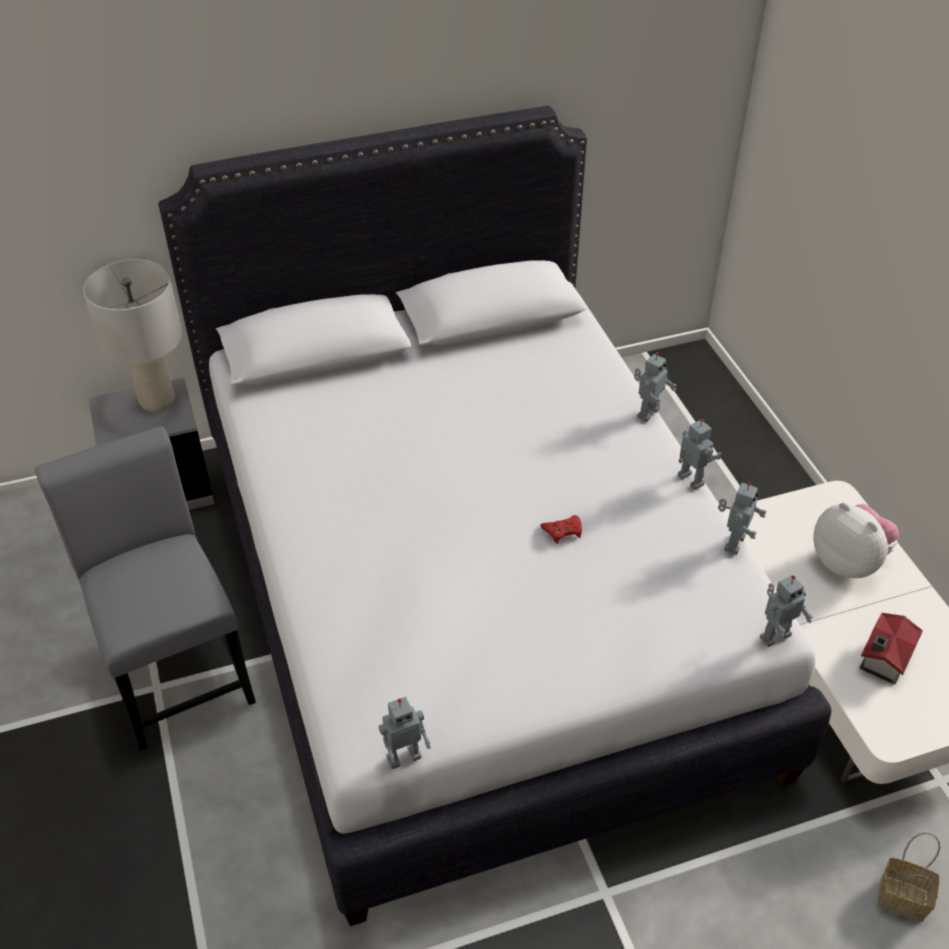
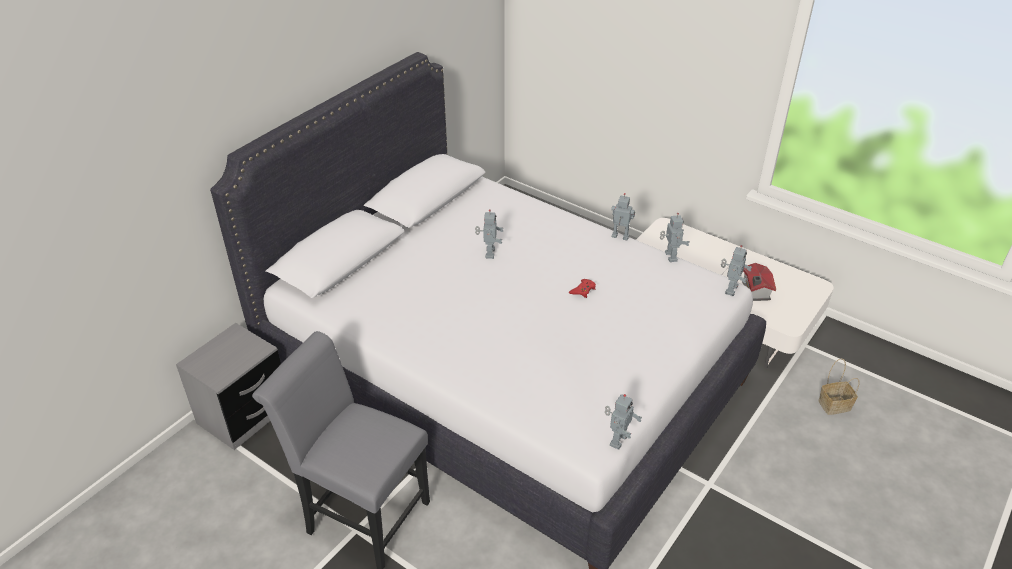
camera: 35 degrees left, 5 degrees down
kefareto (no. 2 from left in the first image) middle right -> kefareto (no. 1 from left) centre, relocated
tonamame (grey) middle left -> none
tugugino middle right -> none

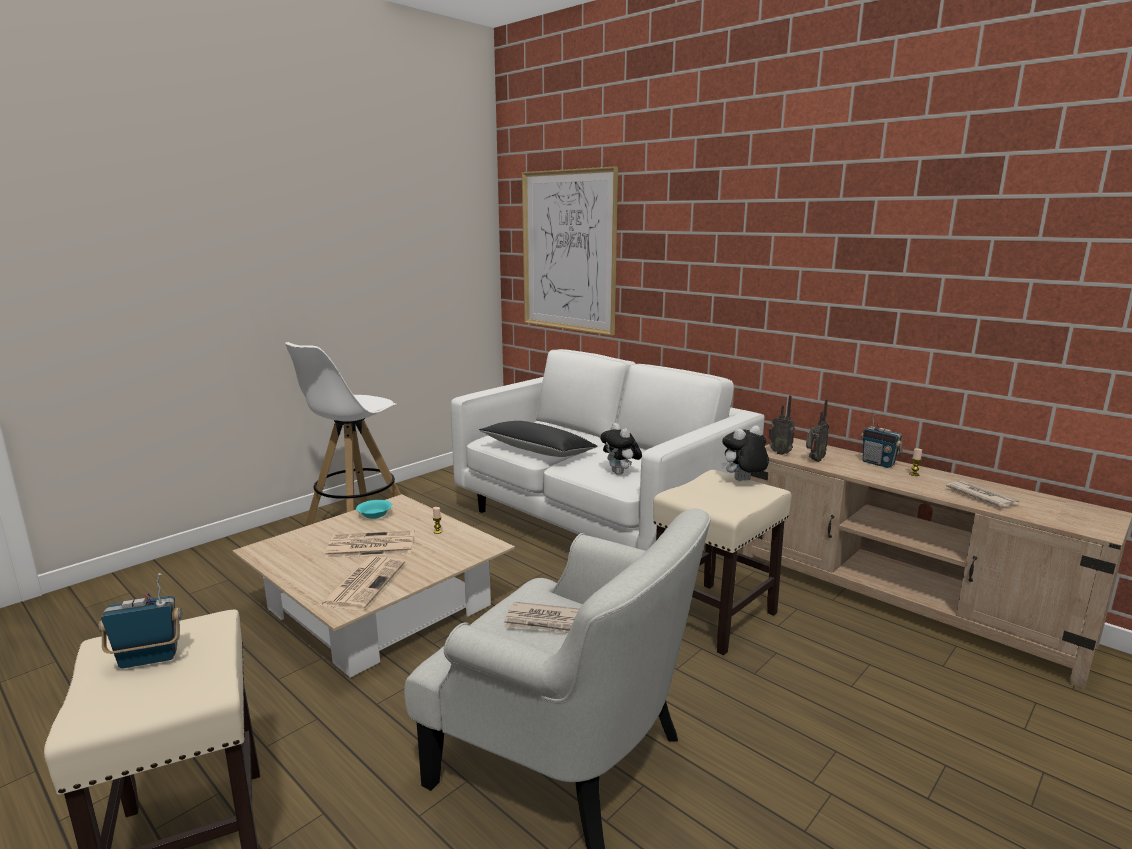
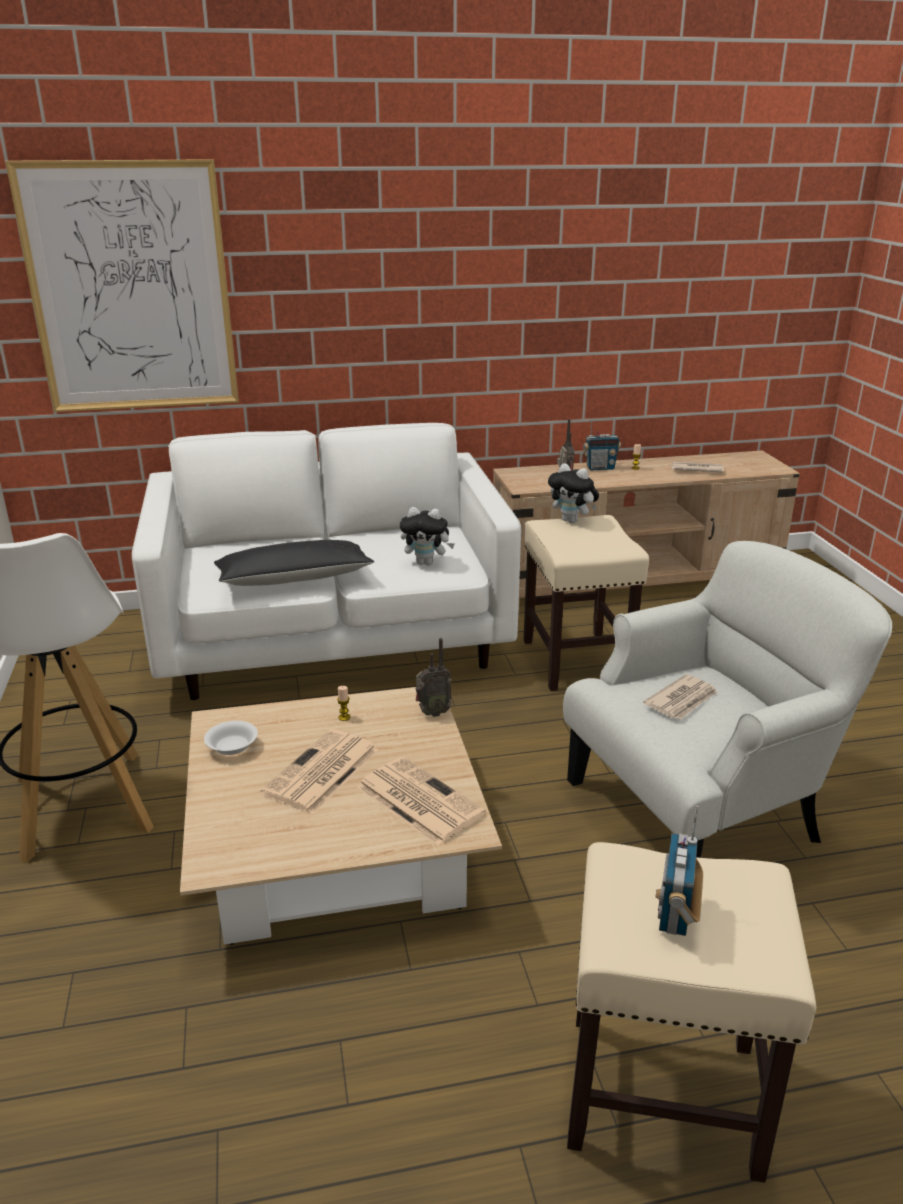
camera: 55 degrees left, 10 degrees up
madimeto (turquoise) middle left -> madimeto (white) middle left
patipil (no. 2 from left in the first image) middle right -> patipil (no. 1 from left) centre, relocated
tugugino (no. 2 from left) centre, 60 degrees counterclockwise

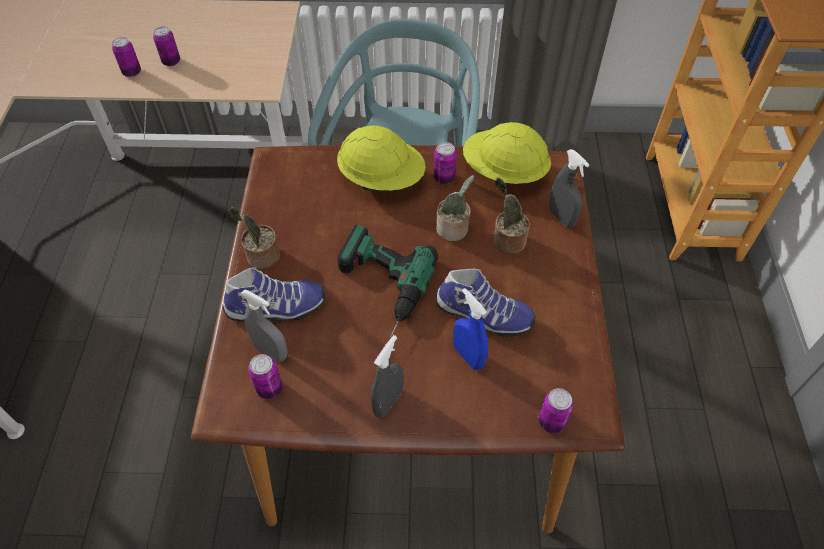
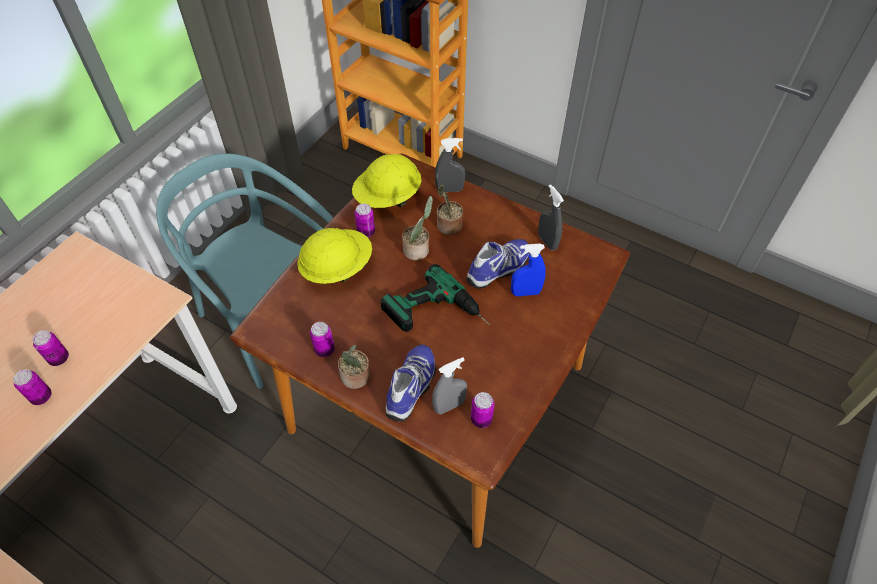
camera: 60 degrees left, 0 degrees up
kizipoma (no. 5 from left in the first image) bottom right -> kizipoma (no. 3 from left) centre, relocated
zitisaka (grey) (no. 2 from left in the first image) bottom centre -> zitisaka (grey) (no. 3 from left) centre, relocated

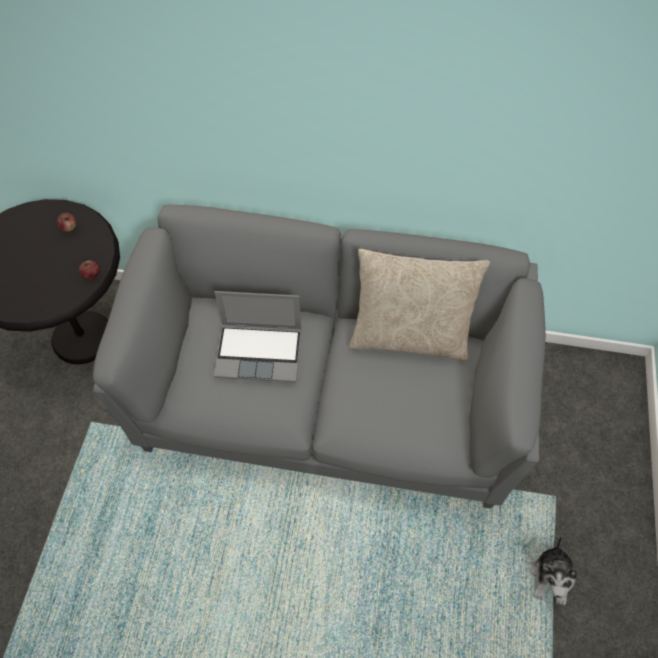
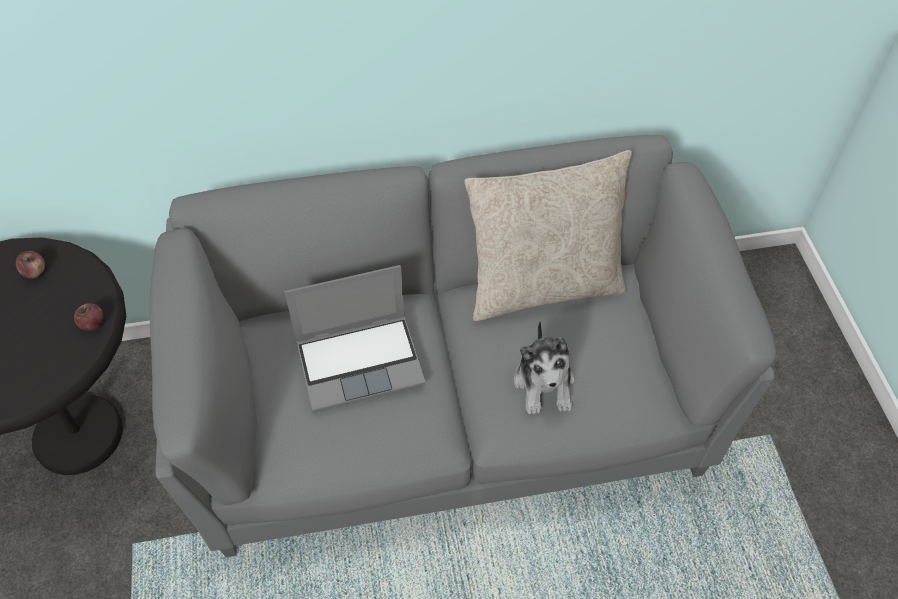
camera: 20 degrees left, 5 degrees down
tugugino bottom right -> tugugino centre, relocated

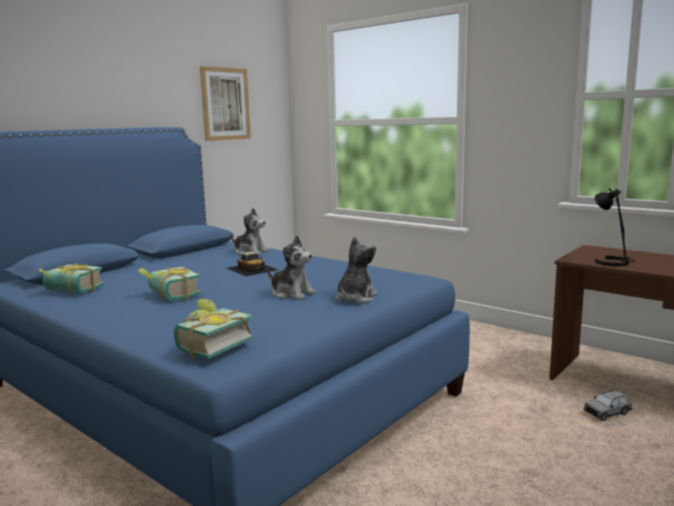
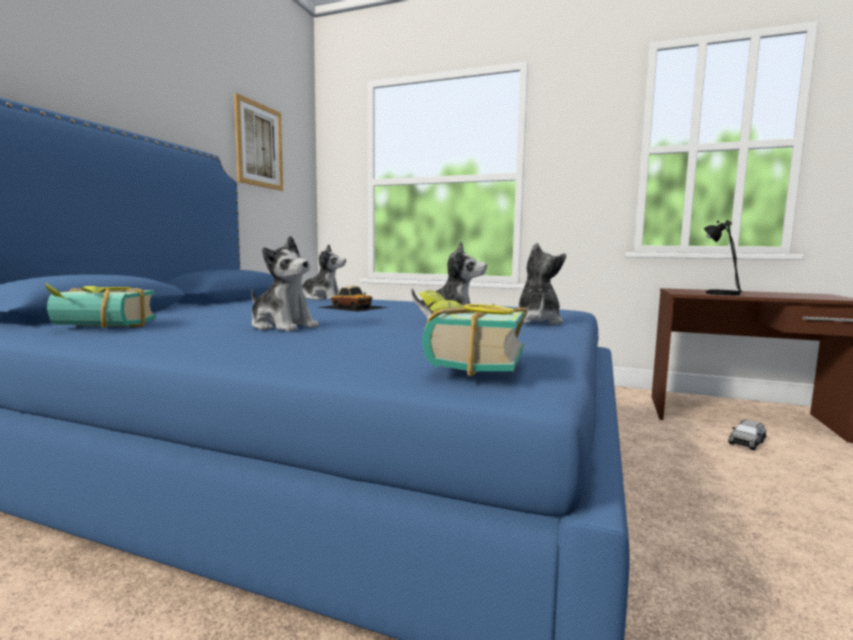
camera: 20 degrees left, 5 degrees down
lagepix (no. 2 from left) middle left -> tugugino (no. 1 from left) centre

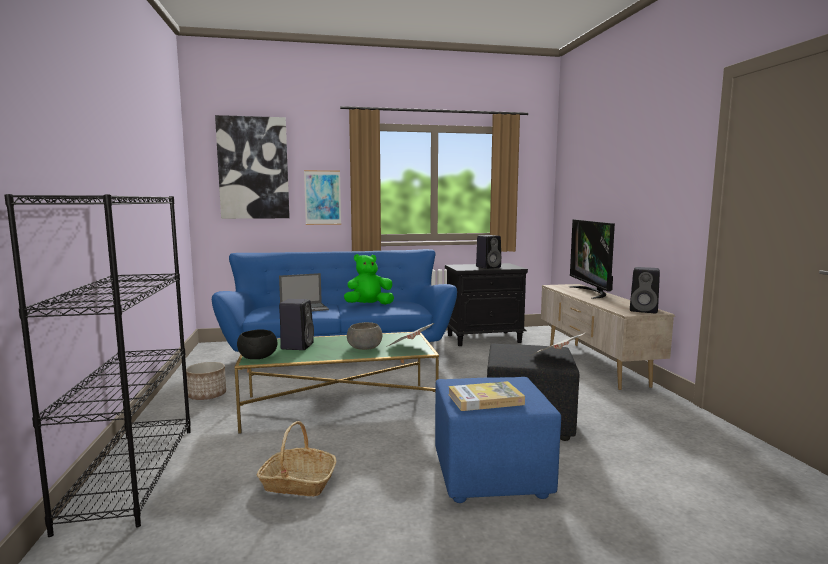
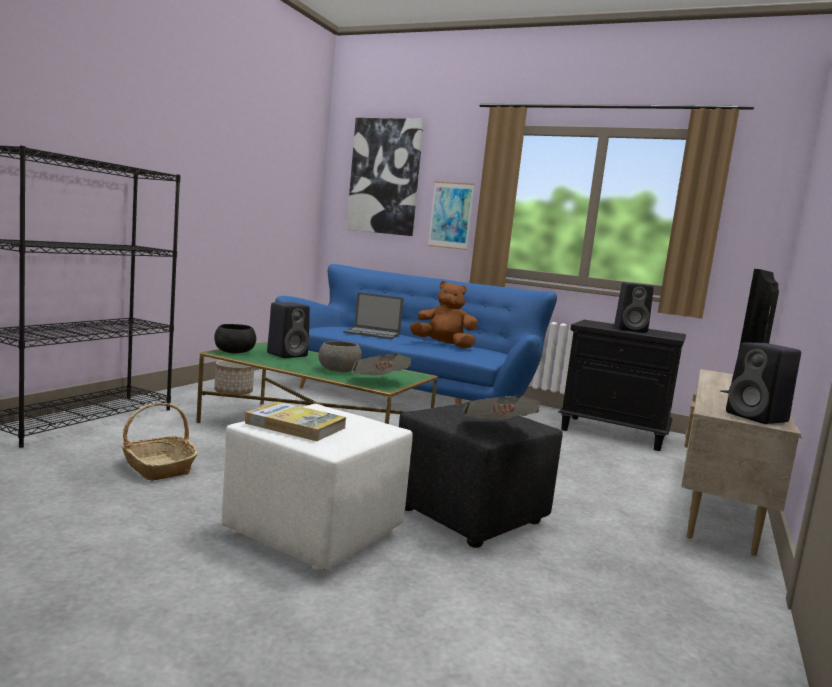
camera: 35 degrees right, 0 degrees up
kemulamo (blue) bottom centre -> kemulamo (white) bottom centre
tugugino (green) centre -> tugugino (brown) centre

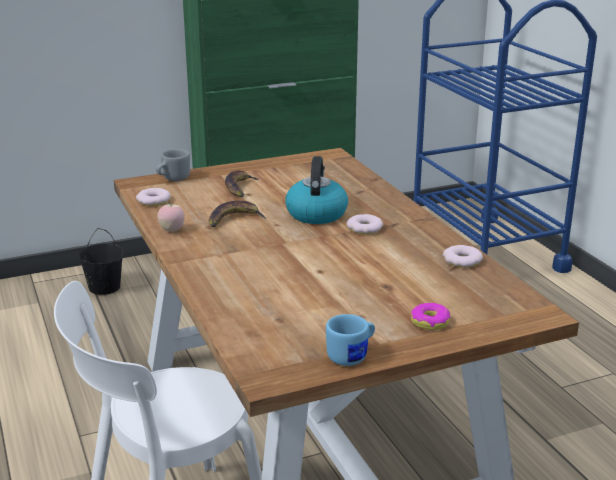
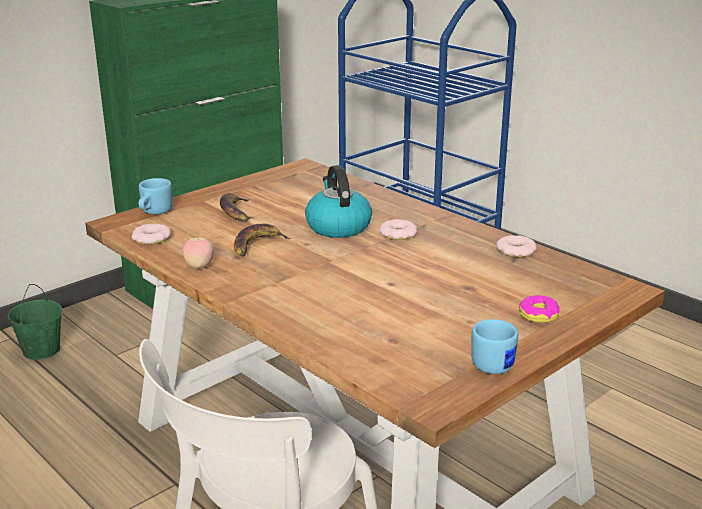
camera: 20 degrees left, 0 degrees up
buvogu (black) middle left -> buvogu (green) middle left
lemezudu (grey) middle left -> lemezudu (blue) (no. 1 from left) middle left

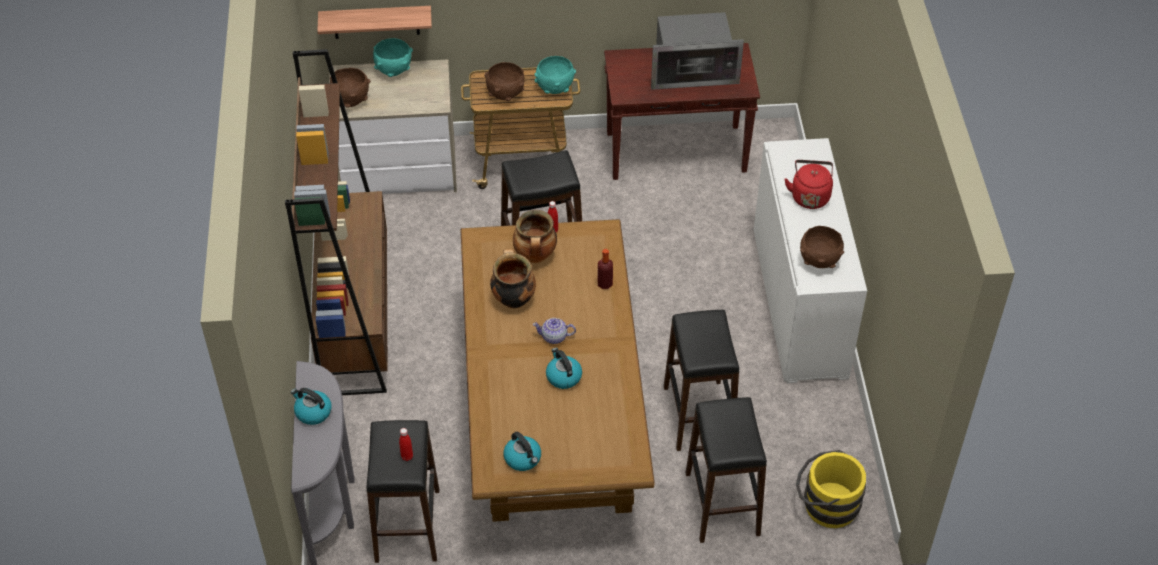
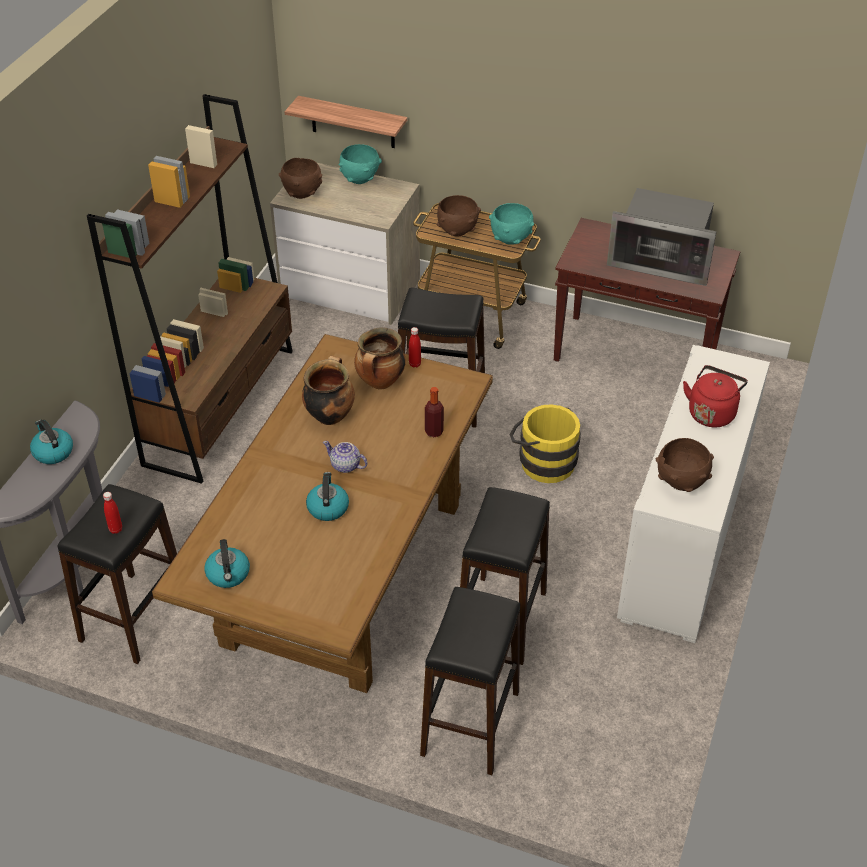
camera: 25 degrees right, 5 degrees down
buvogu (yellow) bottom right -> buvogu (yellow) centre, relocated

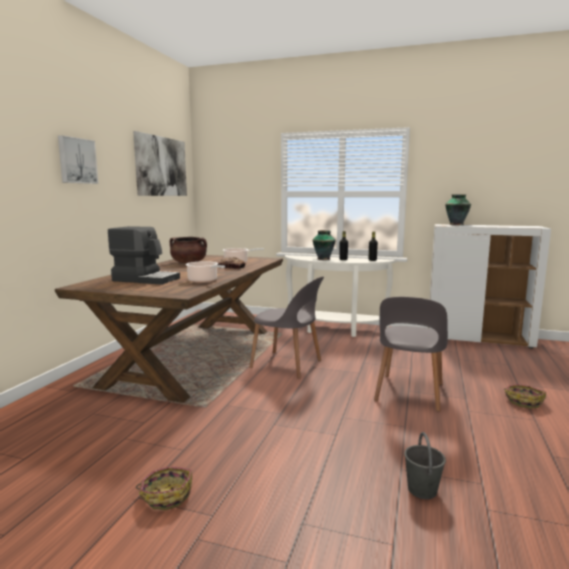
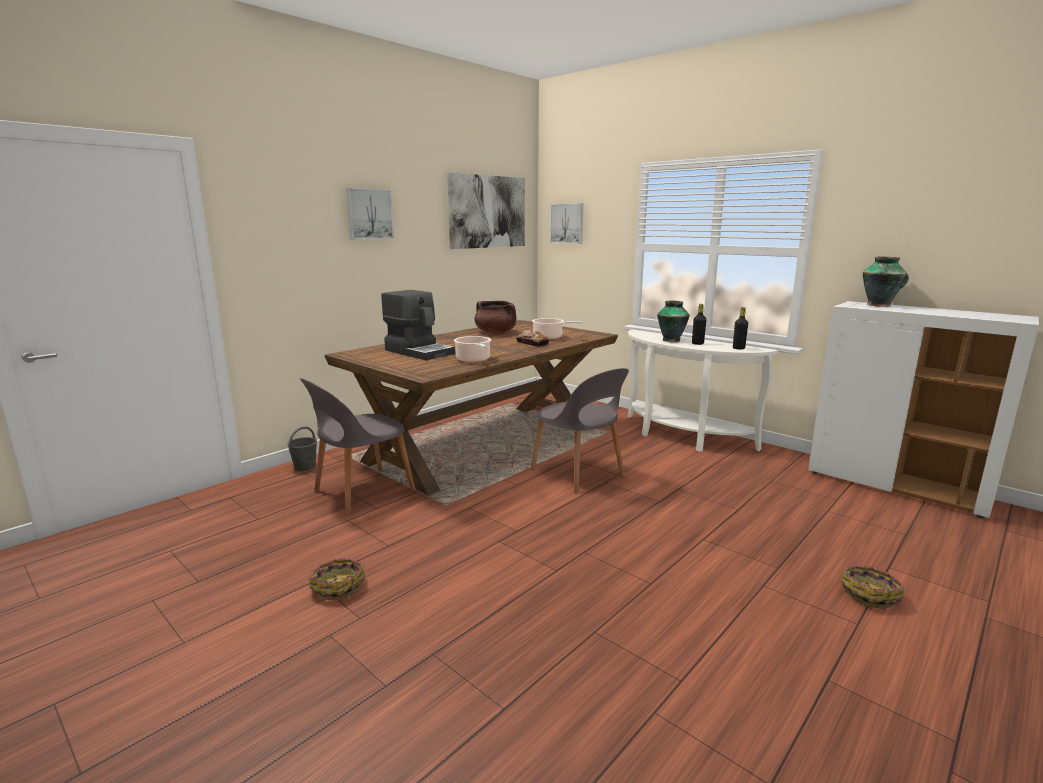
camera: 25 degrees right, 5 degrees up
buvogu (grey) bottom right -> buvogu (grey) middle left, relocated
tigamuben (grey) (no. 2 from left in the first image) middle right -> tigamuben (grey) (no. 1 from left) centre, relocated
none -> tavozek (no. 3 from left) top centre

